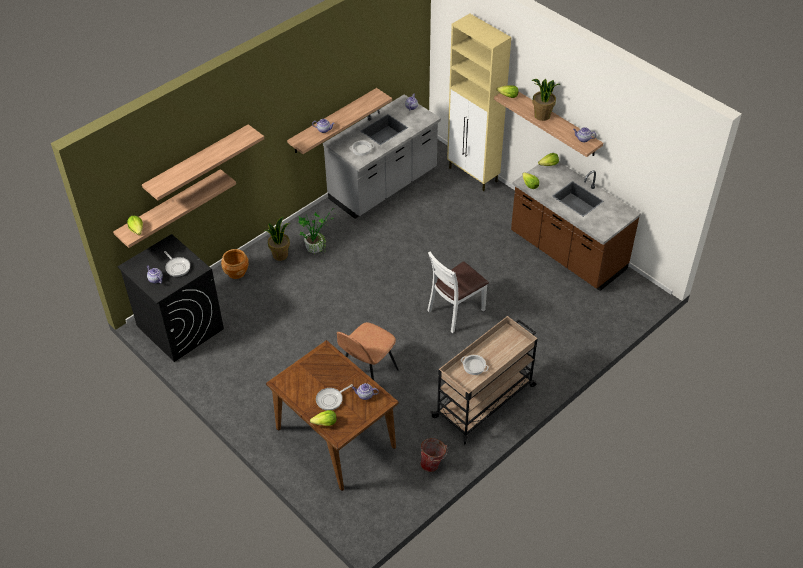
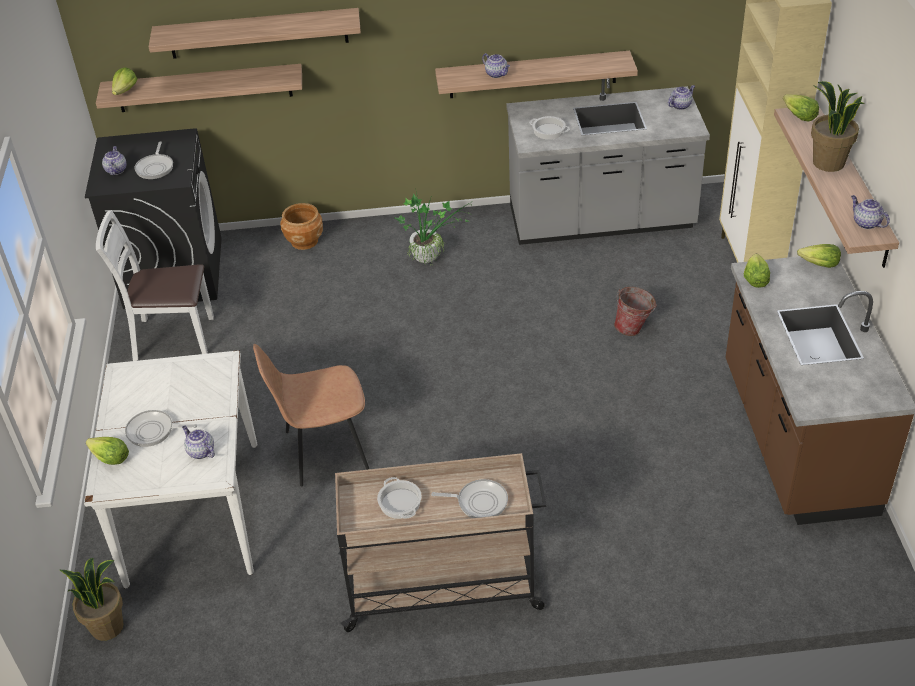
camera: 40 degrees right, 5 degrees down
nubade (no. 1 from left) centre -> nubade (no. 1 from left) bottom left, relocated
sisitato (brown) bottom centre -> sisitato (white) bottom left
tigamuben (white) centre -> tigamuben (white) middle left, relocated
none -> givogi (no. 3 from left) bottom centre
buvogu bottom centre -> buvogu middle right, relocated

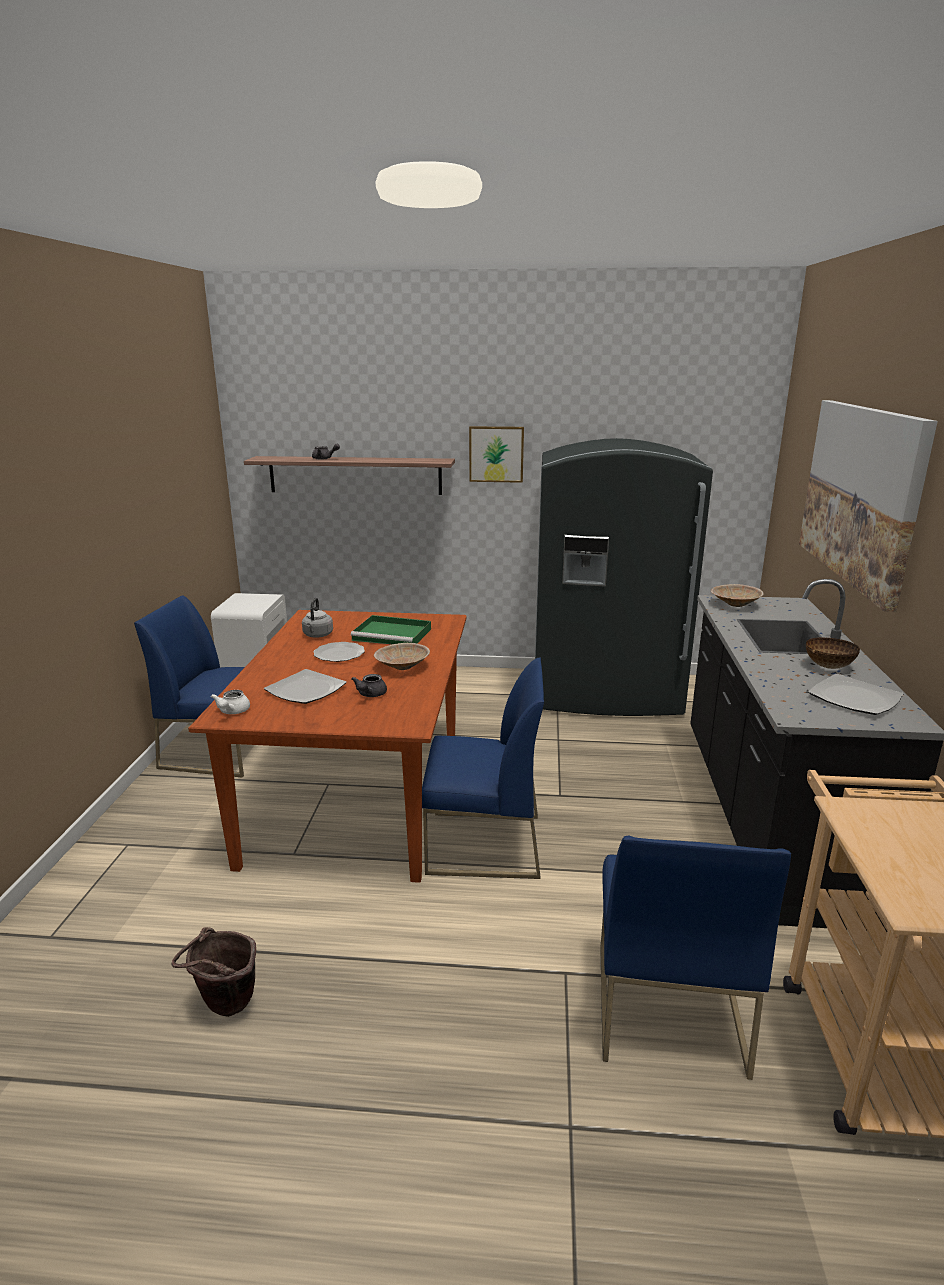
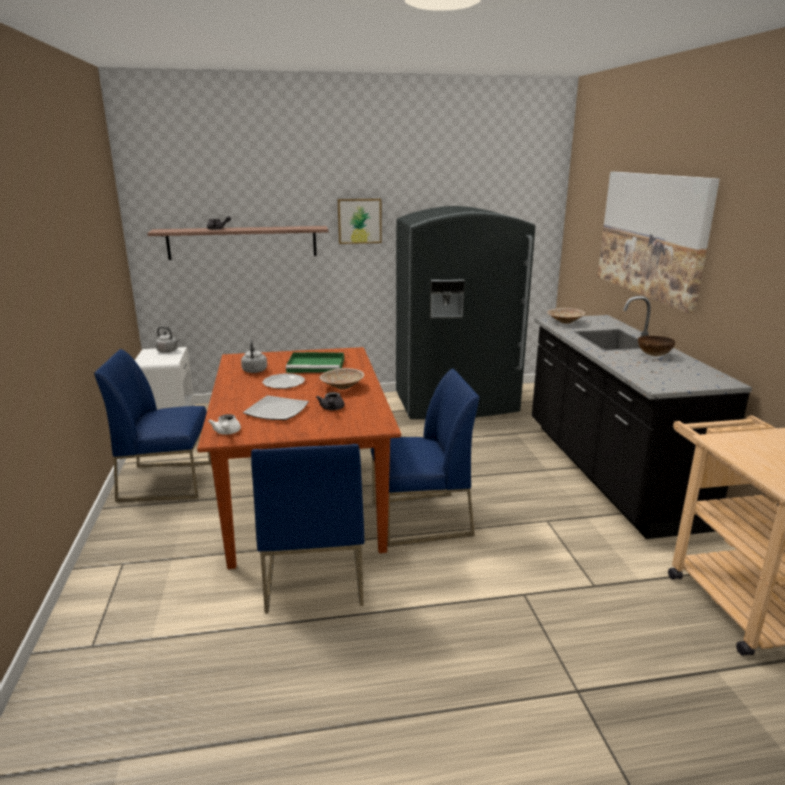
camera: 15 degrees left, 0 degrees up
none -> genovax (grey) (no. 1 from left) middle left
tigamuben (blue) (no. 3 from left in the first image) bottom right -> tigamuben (blue) (no. 2 from left) bottom centre, relocated
buvogu (brown) bottom left -> none
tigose (no. 3 from left) middle right -> none

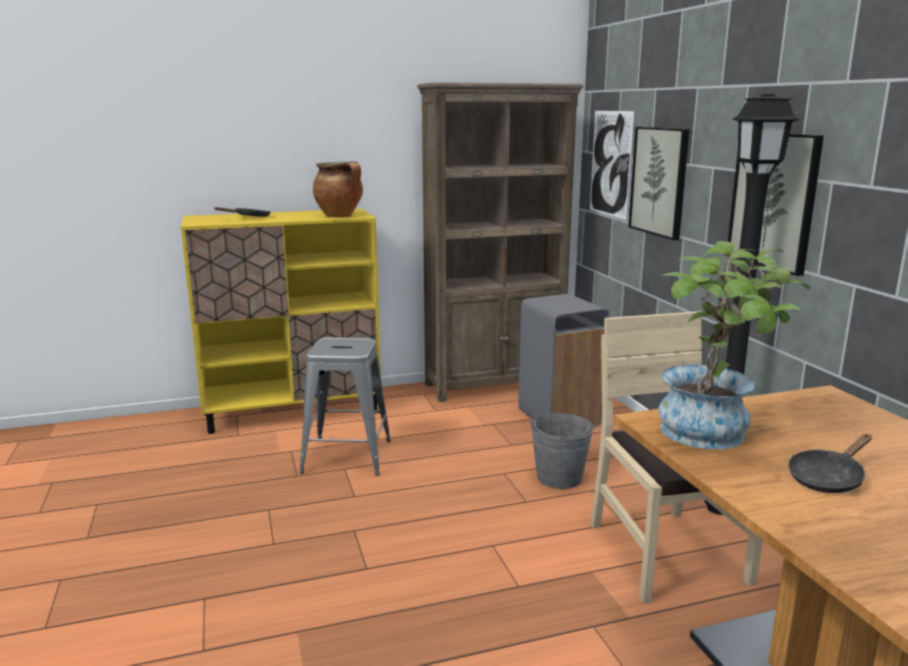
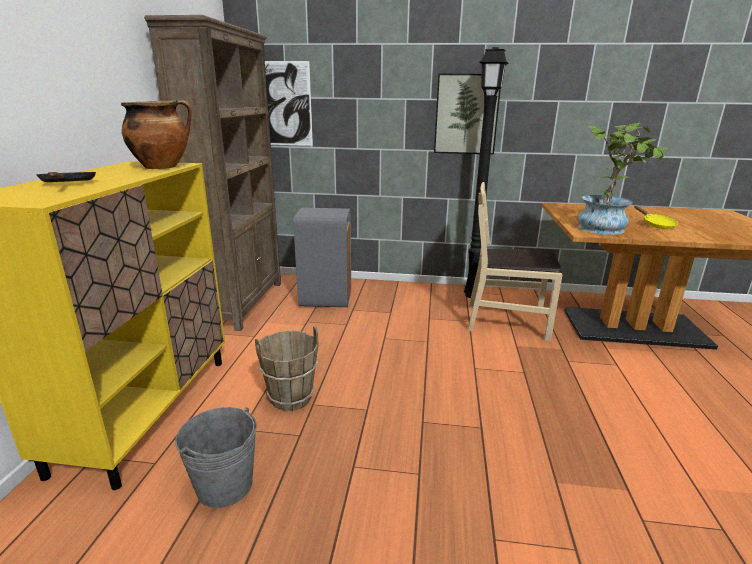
camera: 65 degrees left, 5 degrees up
buvogu (grey) bottom centre -> buvogu (grey) bottom left, relocated
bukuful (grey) centre -> buvogu (brown) centre
givogi (black) (no. 2 from left) bottom right -> givogi (yellow) middle right
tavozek (no. 2 from left) top right -> none

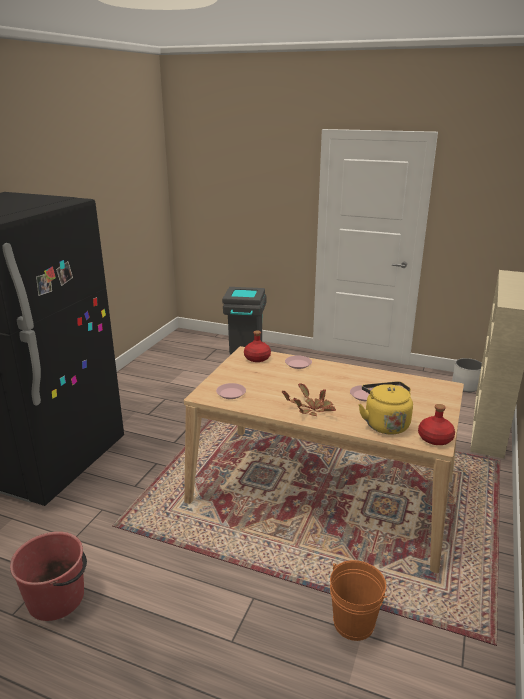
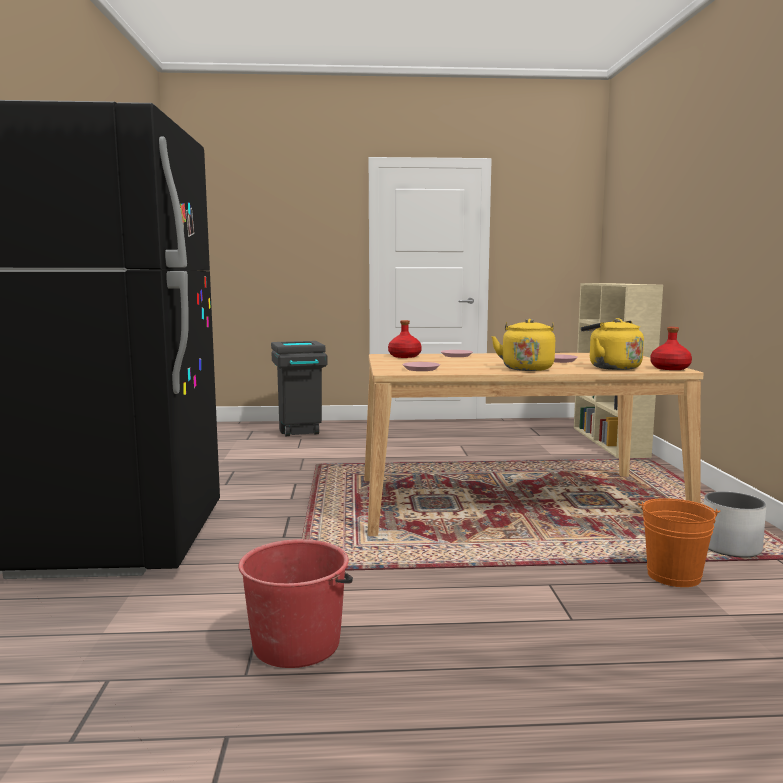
camera: 25 degrees left, 15 degrees down
nubade centre -> genovax (yellow) (no. 1 from left) middle right
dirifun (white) middle right -> dirifun (white) bottom right, relocated

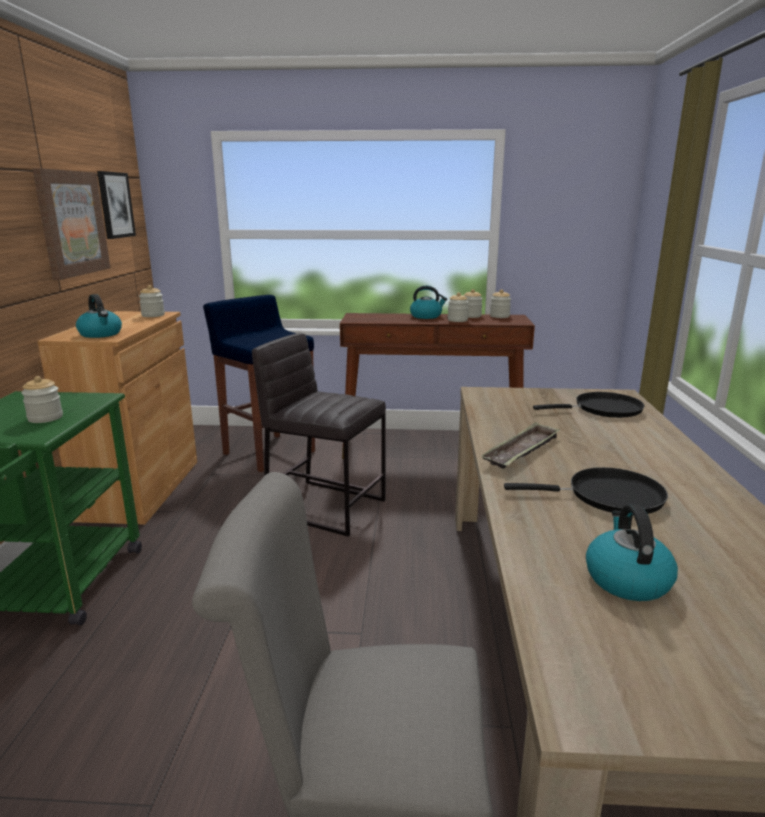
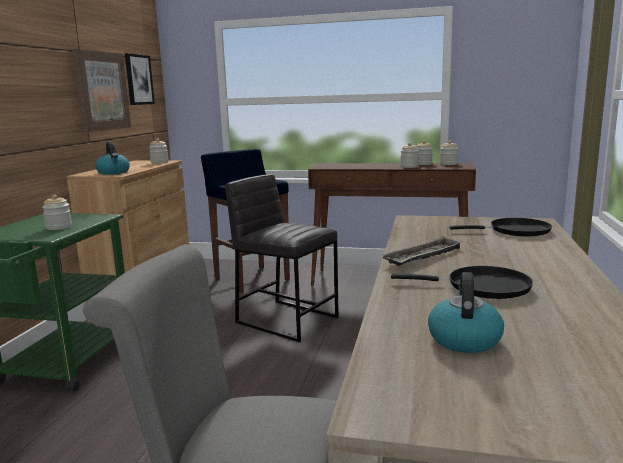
camera: 10 degrees right, 5 degrees down
genovax (no. 2 from left) centre -> none

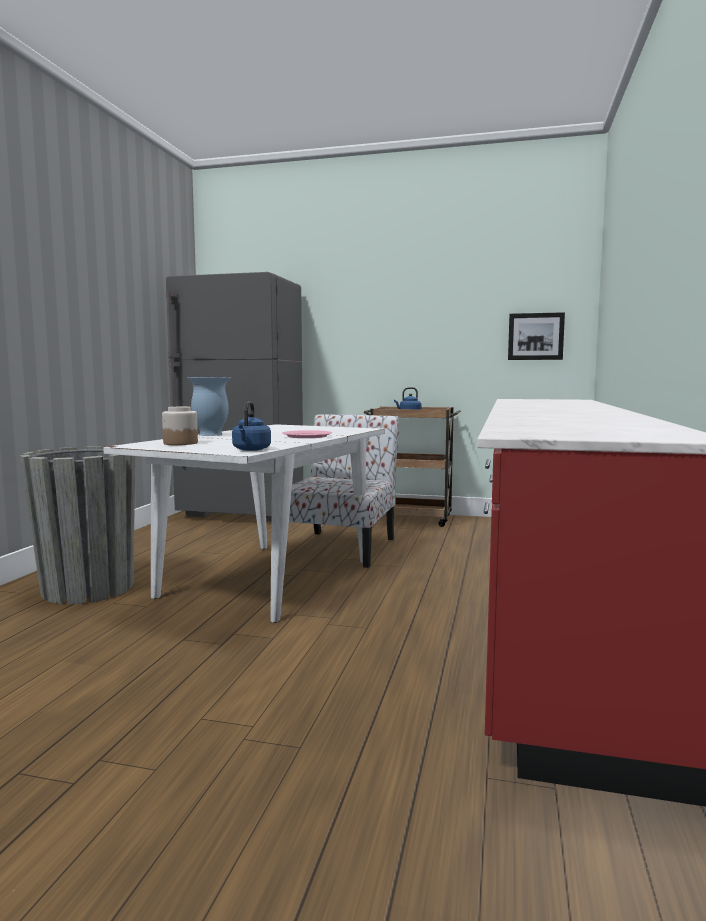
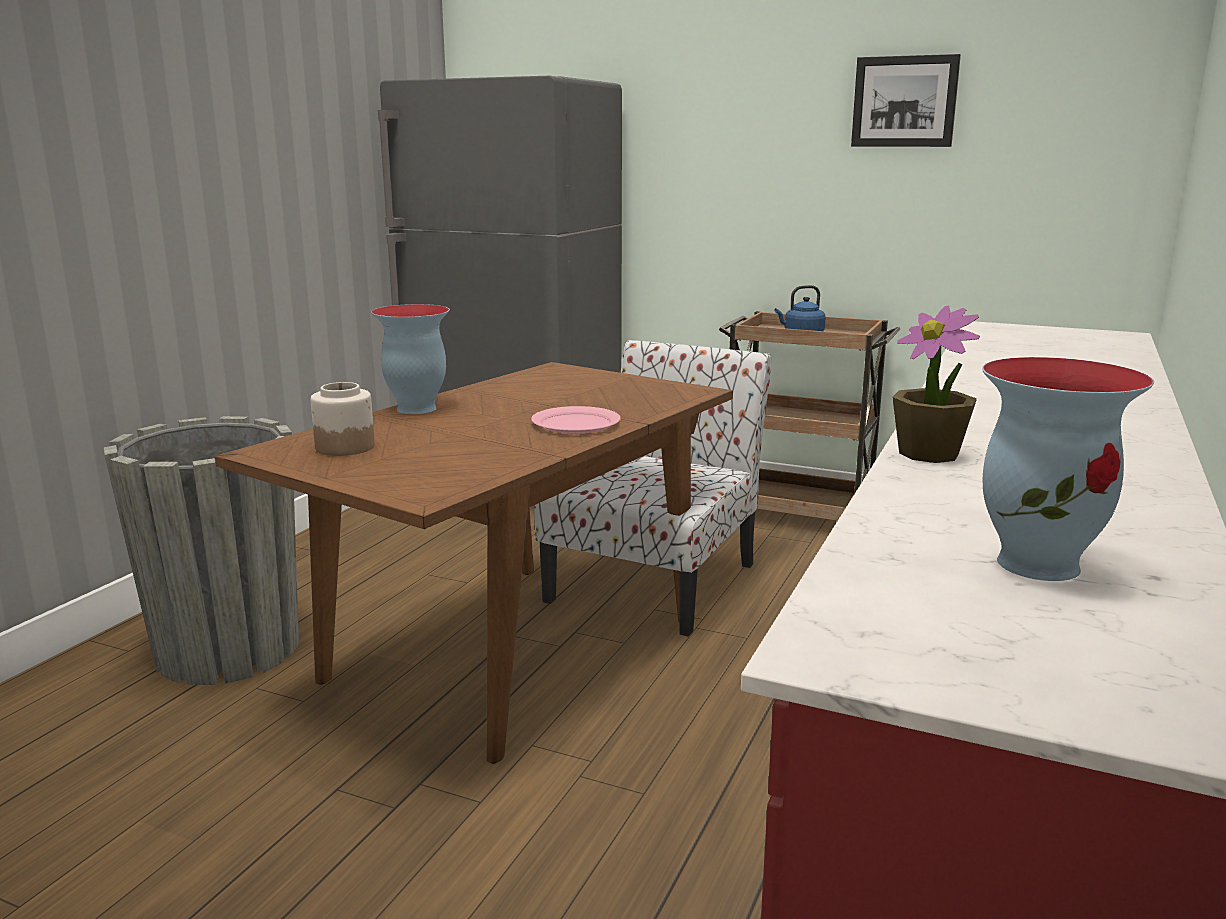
camera: 10 degrees right, 10 degrees up
sisitato (white) centre -> sisitato (brown) centre
tavozek middle right -> tavozek top right, relocated
none -> nubade middle right
none -> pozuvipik (no. 2 from left) middle right
genovax (blue) (no. 1 from left) centre -> none

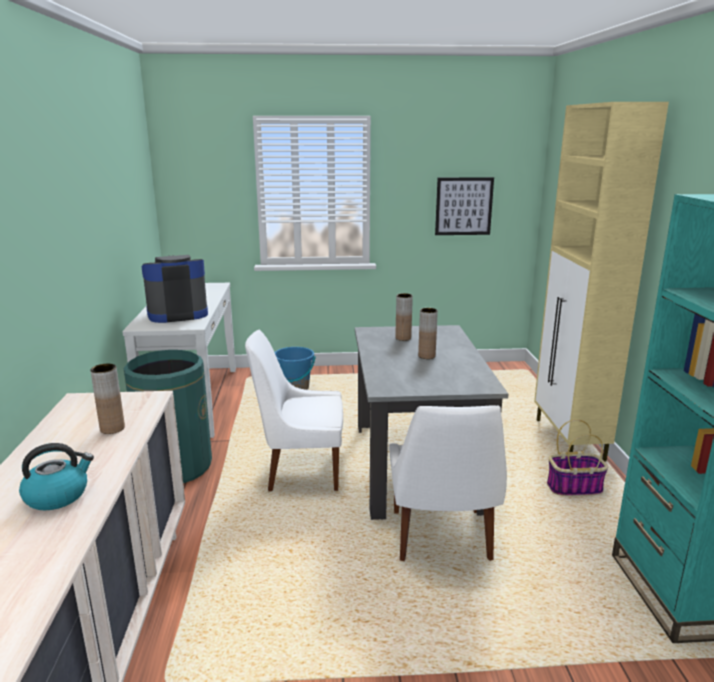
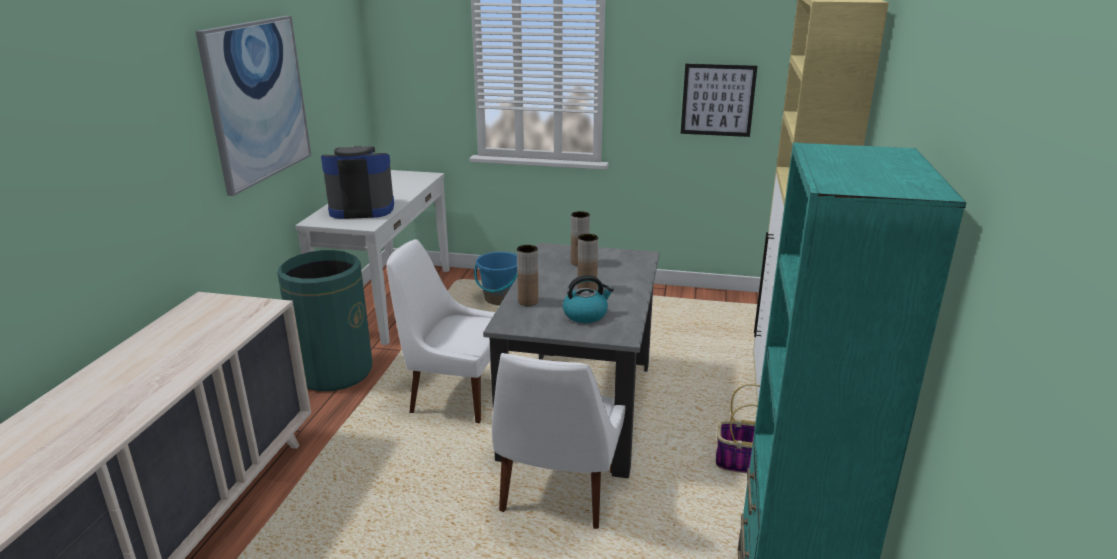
camera: 15 degrees right, 5 degrees up
none -> tavozek (no. 1 from left) top left
pozuvipik (brown) (no. 1 from left) middle left -> pozuvipik (brown) (no. 1 from left) centre, relocated
genovax bottom left -> genovax centre, relocated

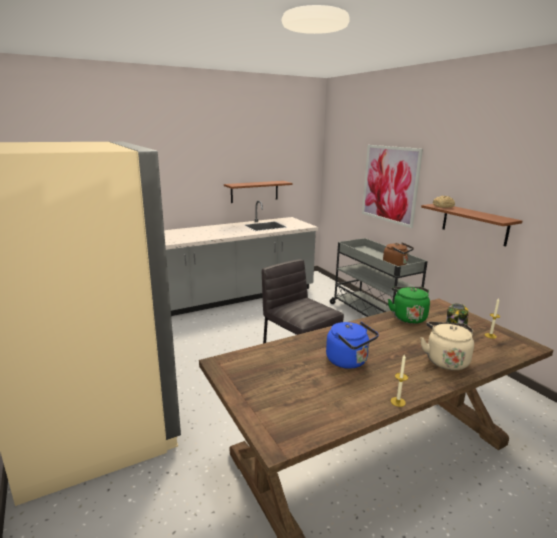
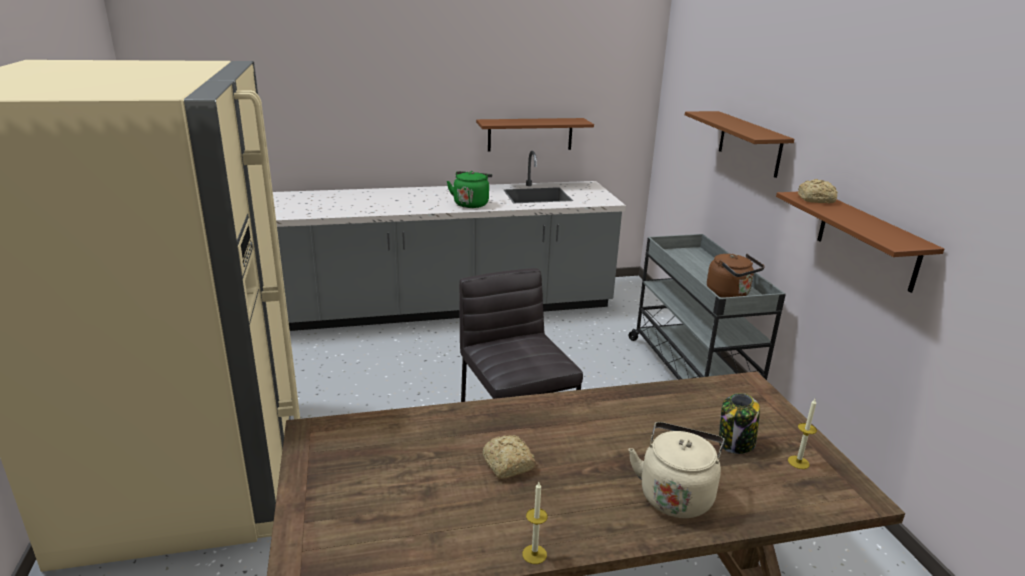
camera: 15 degrees right, 5 degrees up
genovax (green) middle right -> genovax (green) top centre, relocated
genovax (blue) centre -> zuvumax (no. 1 from left) bottom centre
tavozek middle right -> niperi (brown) (no. 2 from left) top right

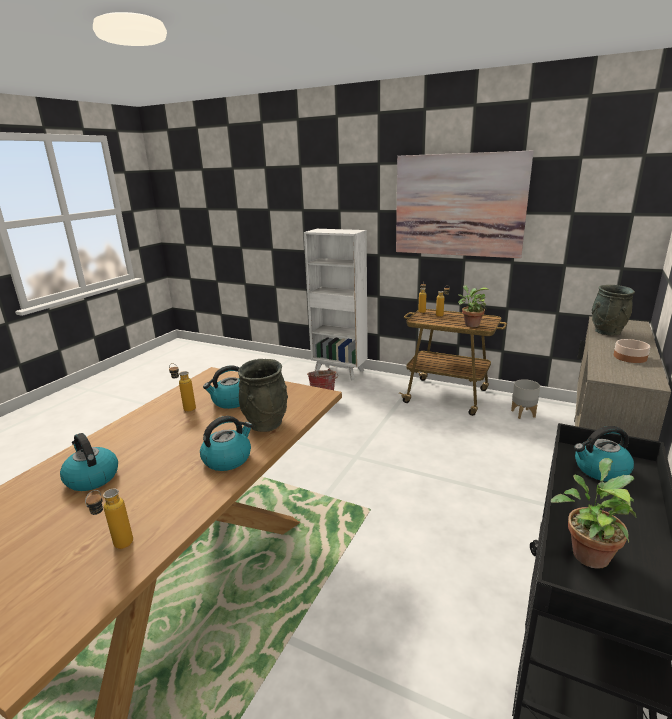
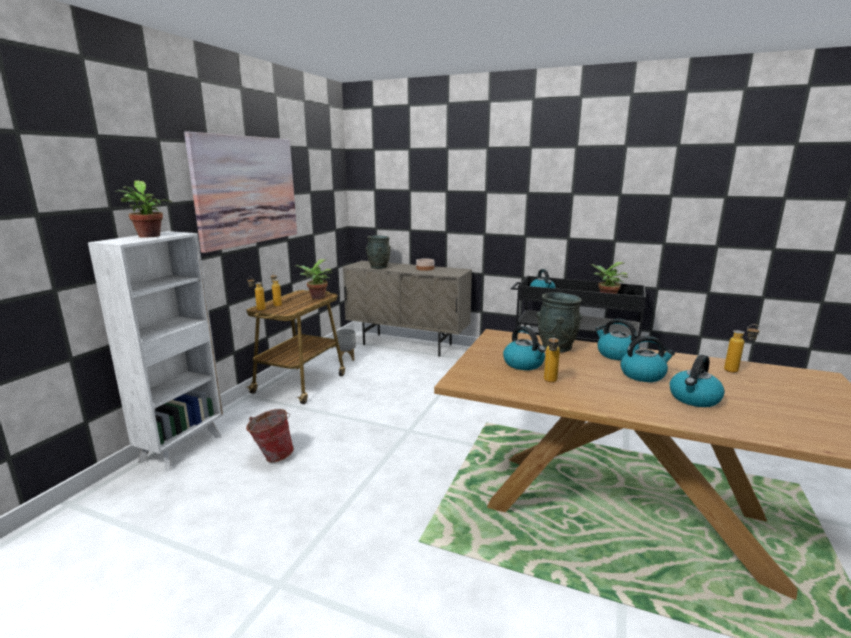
camera: 95 degrees left, 5 degrees down
none -> nubade (no. 1 from left) top left
none -> genovax (no. 4 from left) middle right

